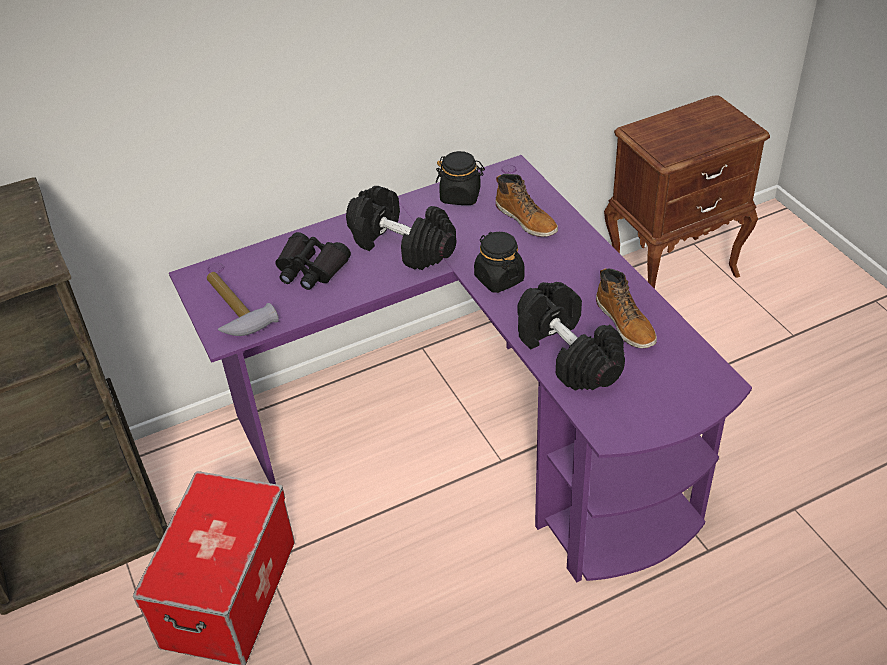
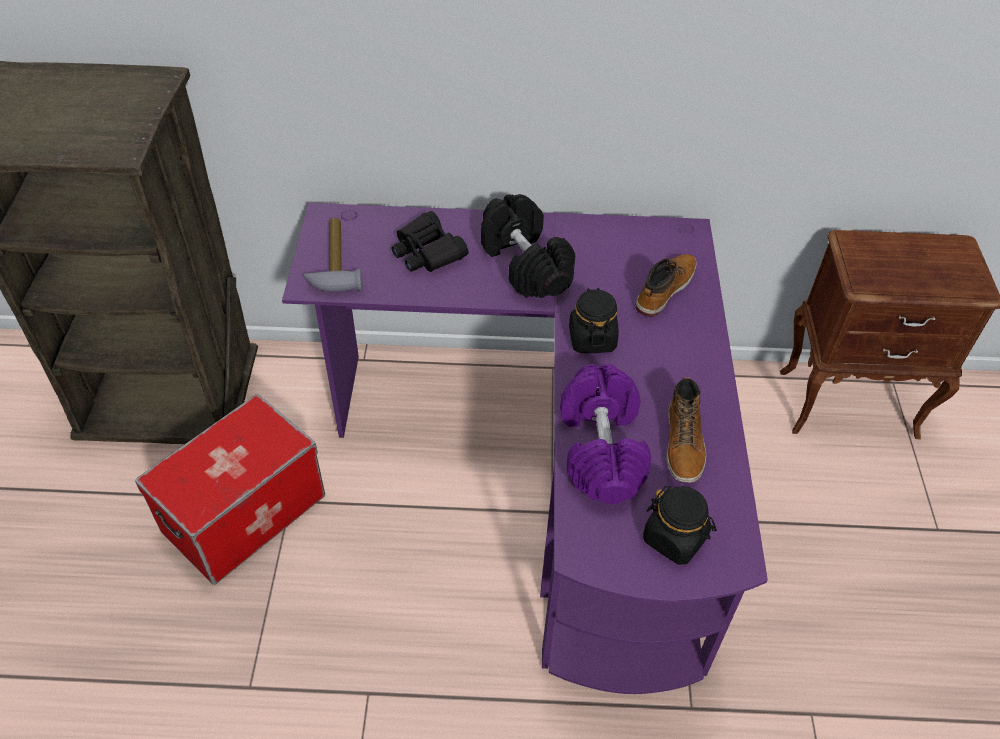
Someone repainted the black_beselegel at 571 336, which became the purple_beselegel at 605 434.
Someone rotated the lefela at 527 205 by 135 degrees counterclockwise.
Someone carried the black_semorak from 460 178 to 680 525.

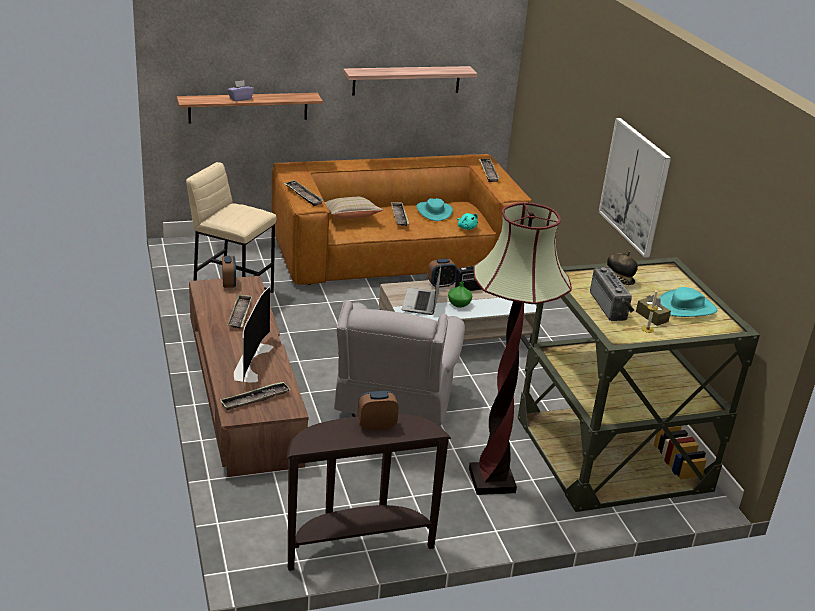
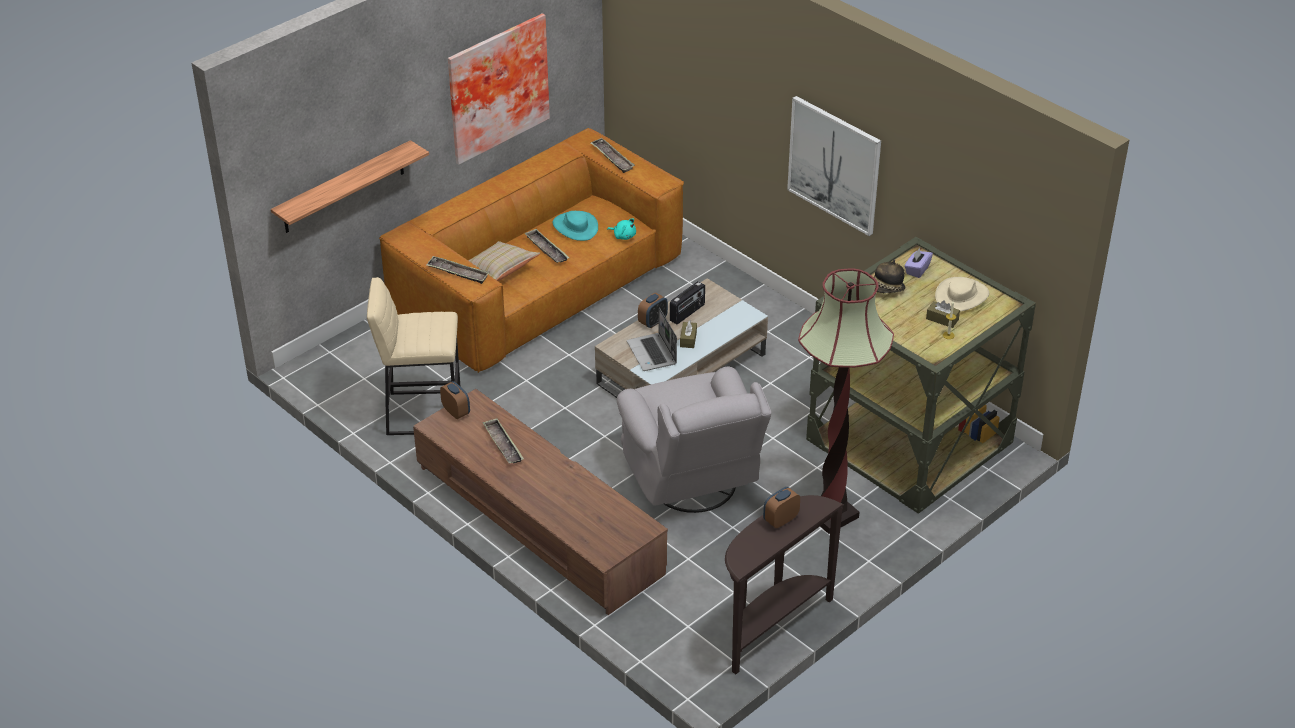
Someone swapped the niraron at 410 80 for the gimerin at 499 89.
Someone swapped the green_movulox at 460 294 for the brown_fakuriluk at 688 334.
Someone carried the purple_fakuriluk from 241 90 to 919 263.
Someone repainted the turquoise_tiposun at 688 302, which became the beige_tiposun at 962 294.
Someone took away the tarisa at 255 395.
Someone took away the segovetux at 254 336.
Someone took away the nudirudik at 612 294.

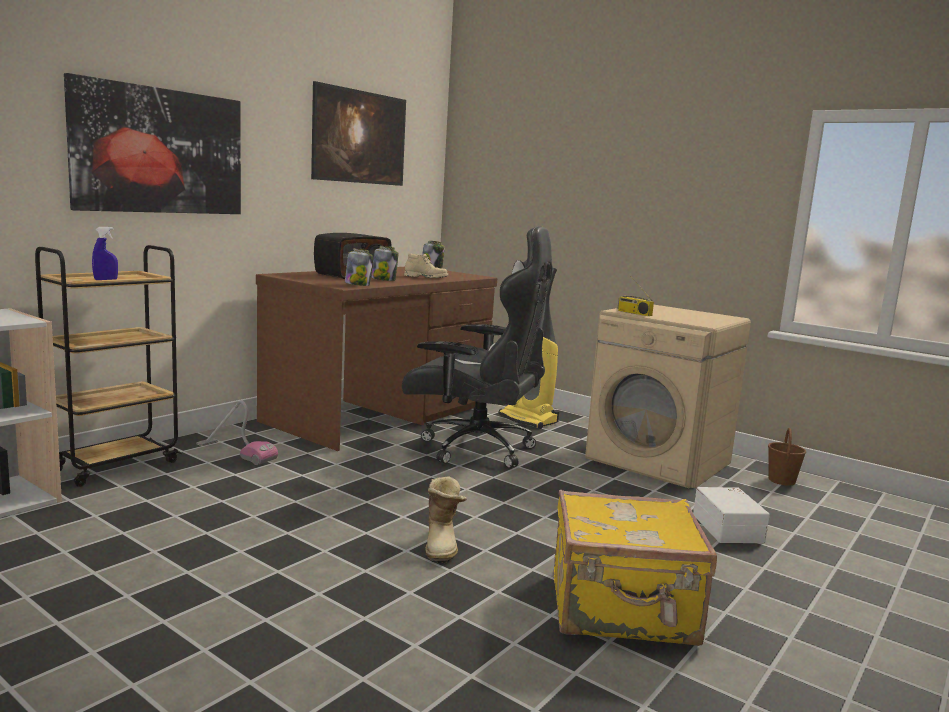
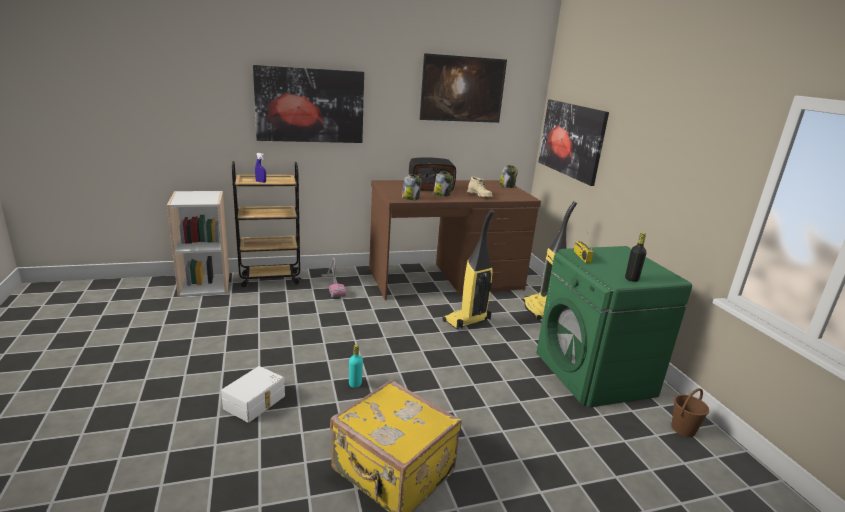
Someone carried the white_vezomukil from 731 515 to 253 394.
Someone swapped the lefela at 446 519 for the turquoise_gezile at 356 366.
Someone swapped the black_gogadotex at 477 347 for the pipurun at 468 270.
Someone repainted the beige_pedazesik at 668 397, which became the green_pedazesik at 614 326.
Someone put up the gimerin at 573 143.
Someone put down the black_gezile at 636 257.

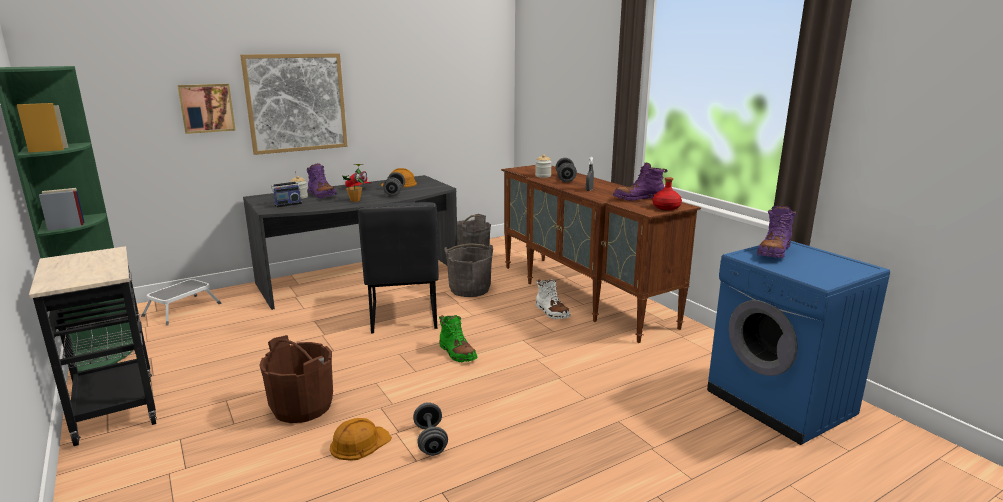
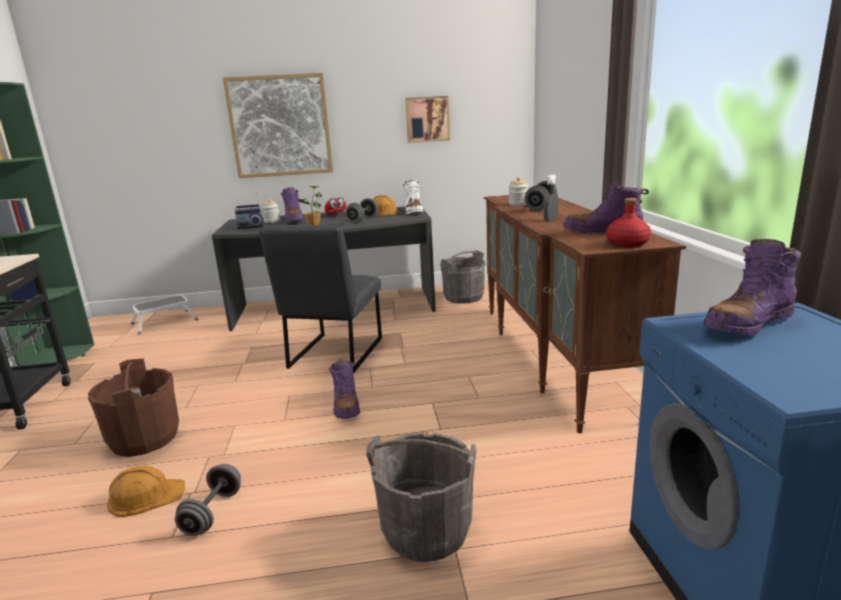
Someone repainted the green_lefela at 458 338, which became the purple_lefela at 344 389.
Someone carried the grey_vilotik from 468 270 to 421 497.
Someone carried the white_lefela from 553 299 to 413 196.
Someone carried the gimerin from 206 109 to 427 119.

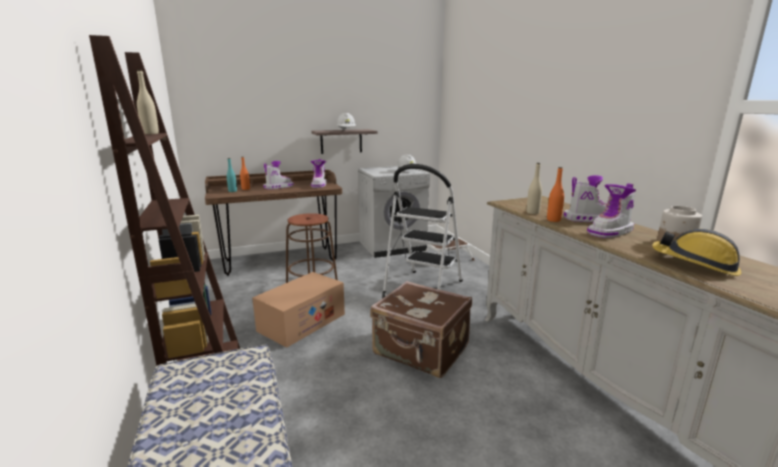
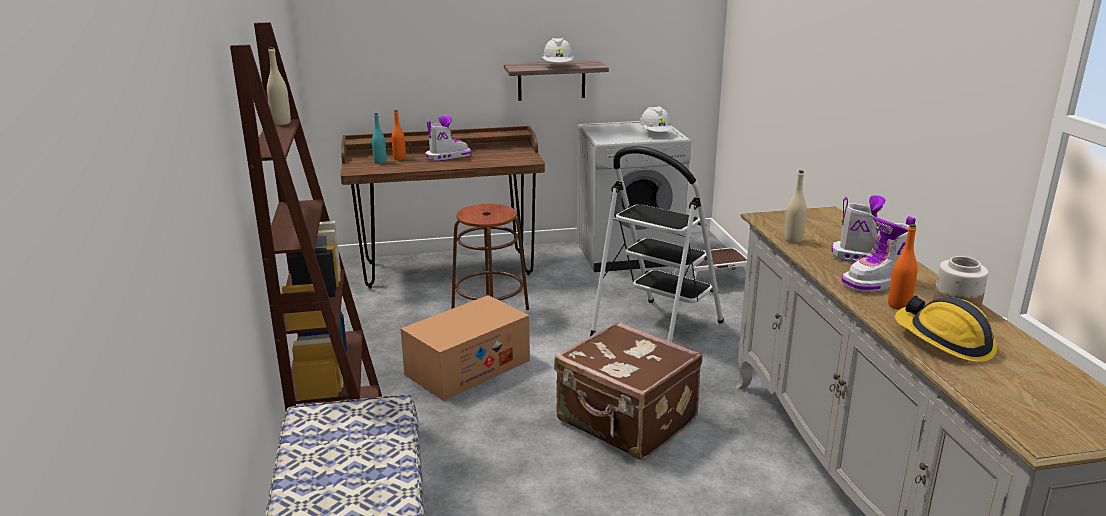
Someone carried the orange_gezile from 555 194 to 902 267.
Someone took away the lefela at 318 173.

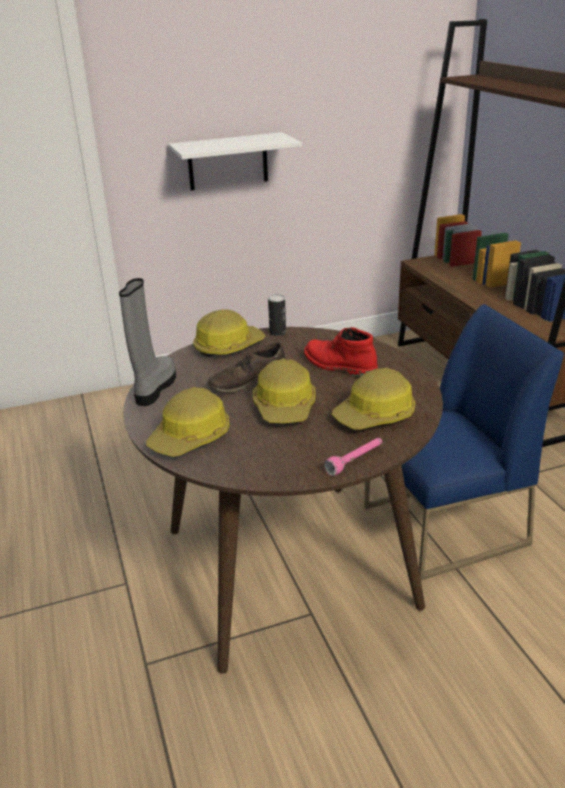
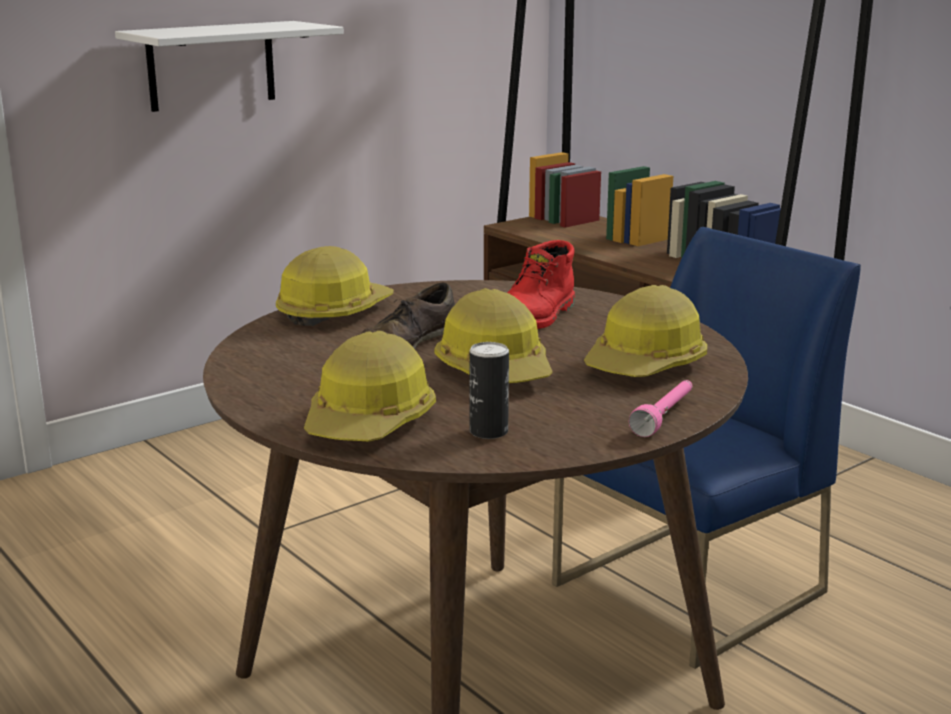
Someone carried the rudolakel from 277 315 to 489 390.
Someone rotated the red_lefela at 341 352 by 75 degrees counterclockwise.
Someone took away the grey_lefela at 147 342.

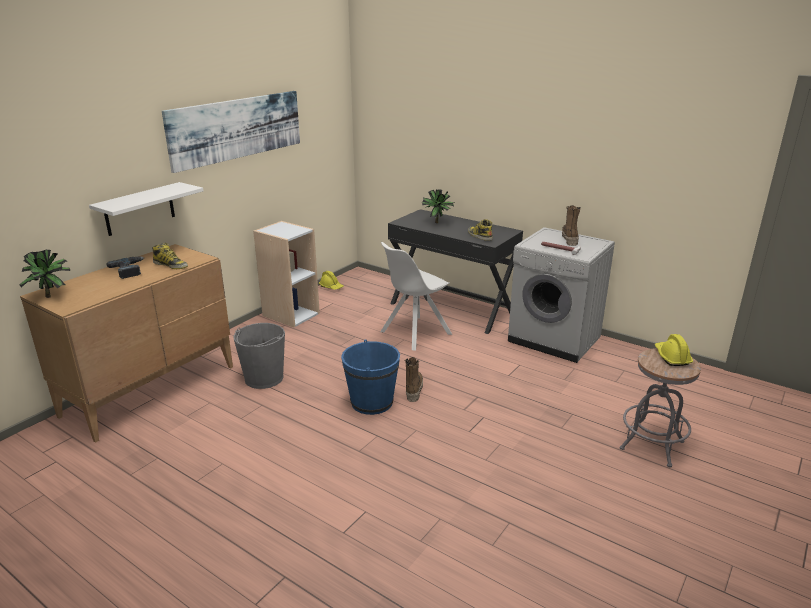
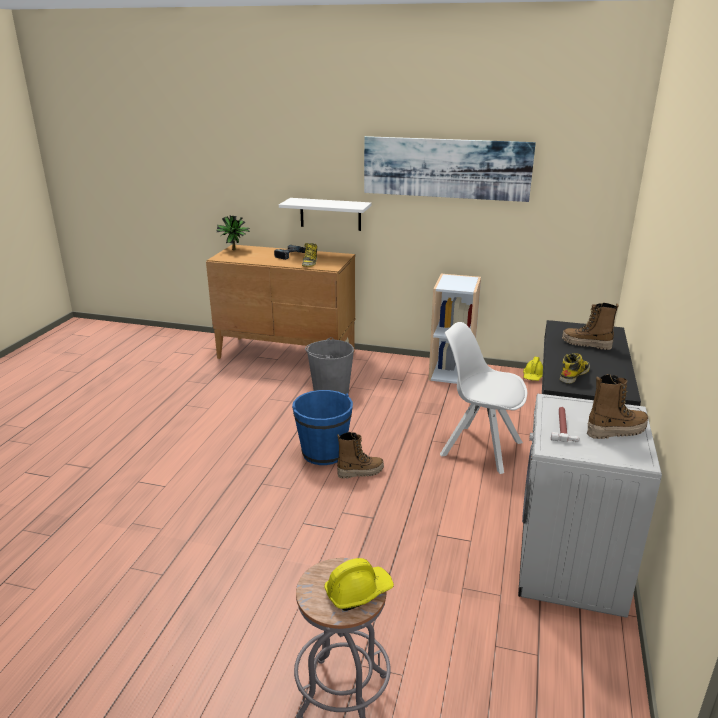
Someone swapped the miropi at 438 206 for the lefela at 590 326.

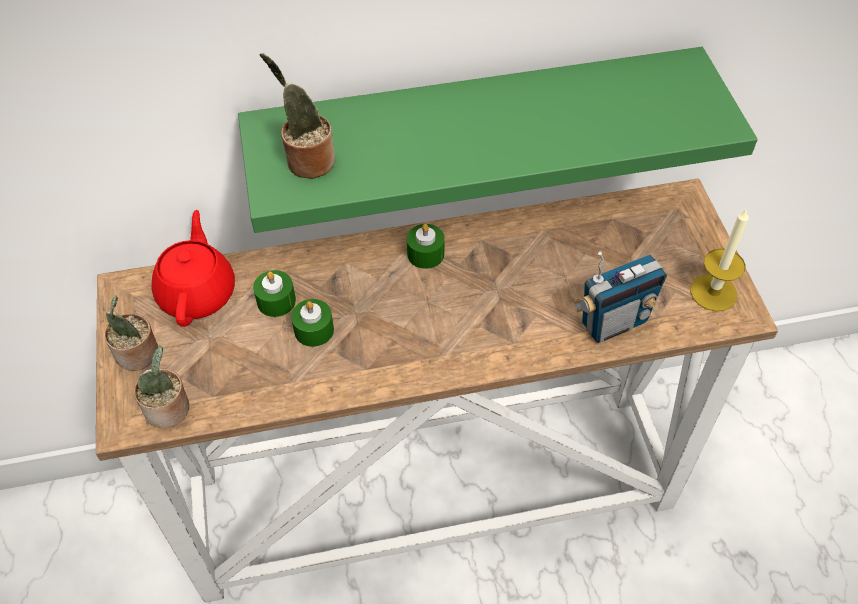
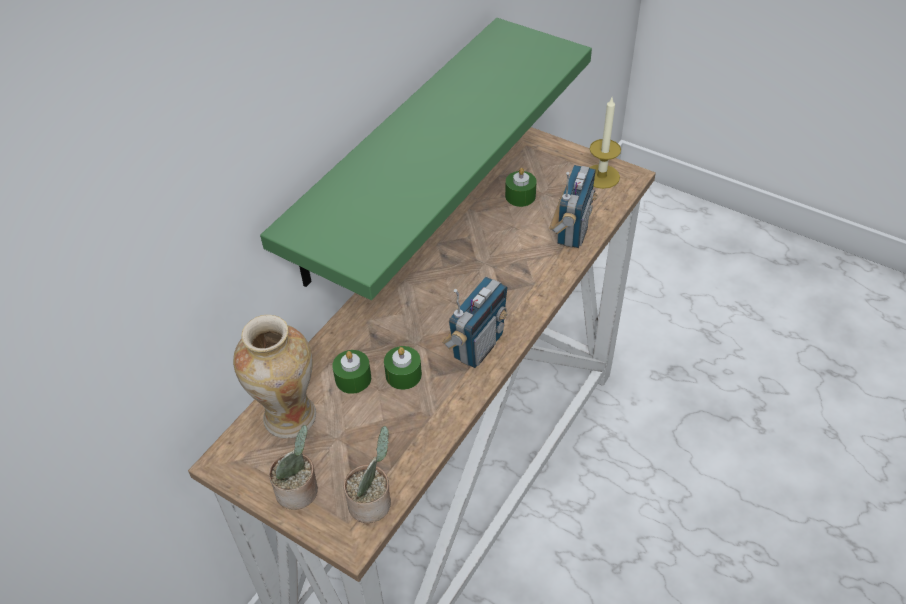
Someone swapped the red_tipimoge at 193 268 for the movulox at 274 376.
Someone put down the nudirudik at 474 322.
Someone carried the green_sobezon from 426 246 to 521 187.
Someone took away the miropi at 297 116.

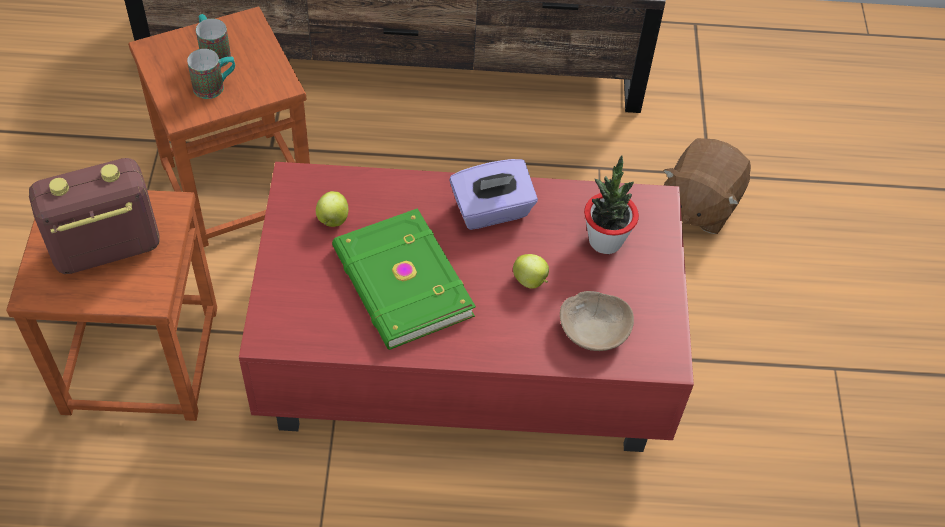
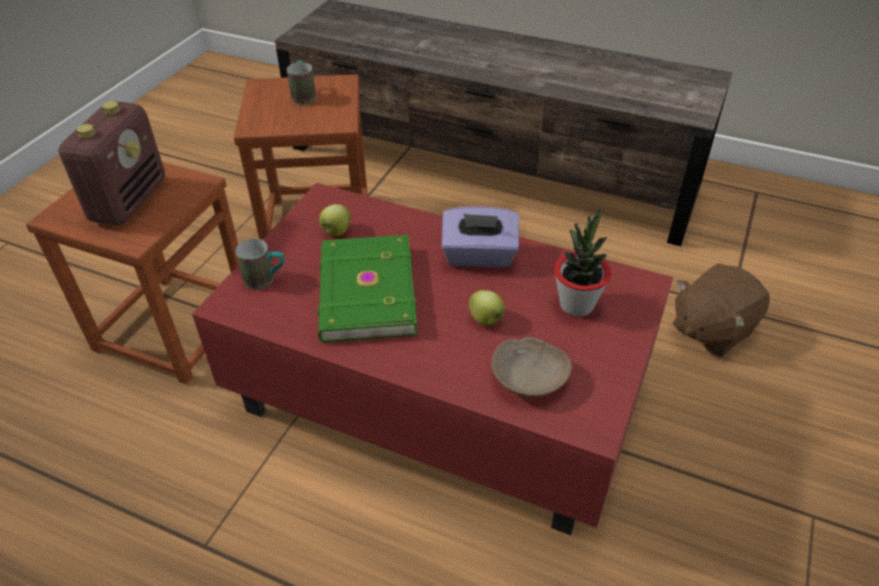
Someone rotated the nudirudik at 94 216 by 105 degrees clockwise.
Someone carried the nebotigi from 211 74 to 260 264.

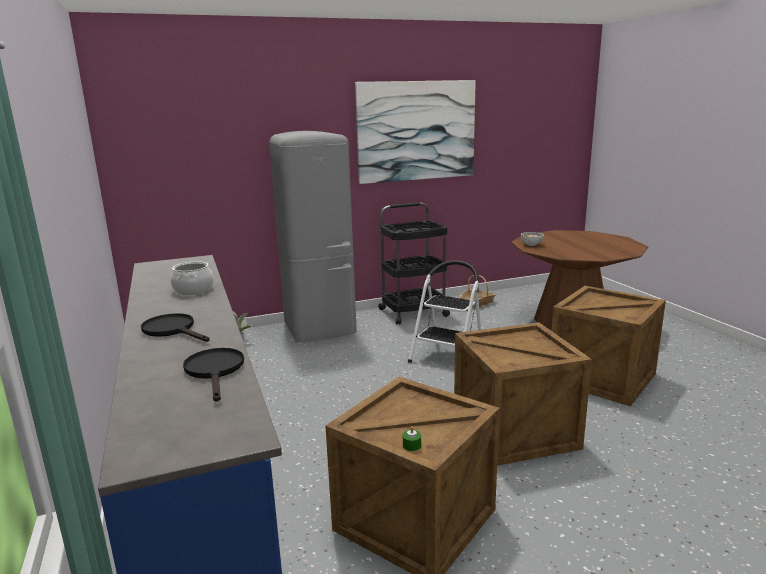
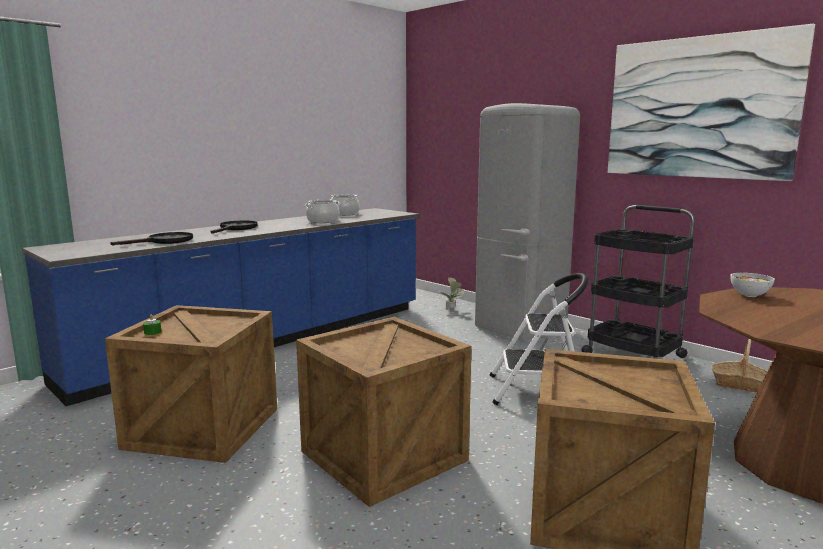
Someone put down the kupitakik at 345 205.

